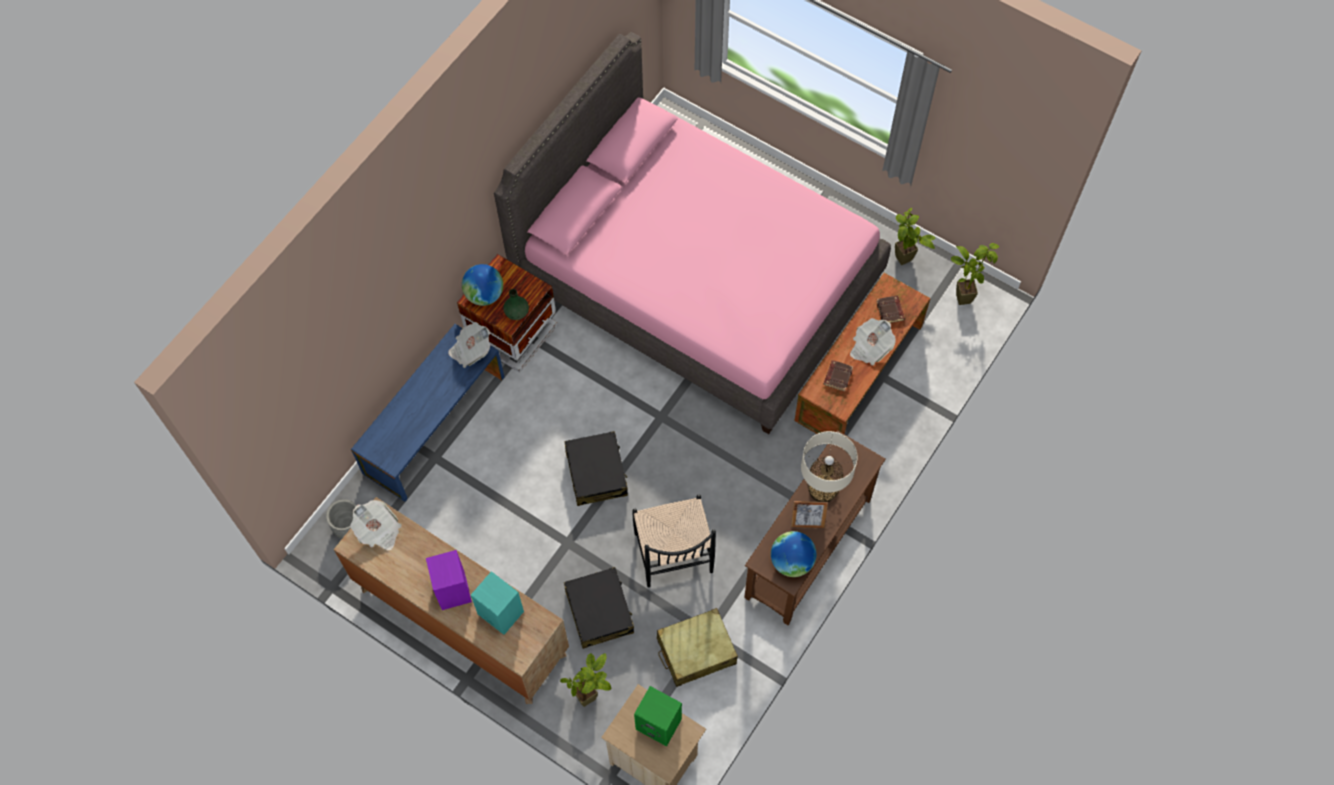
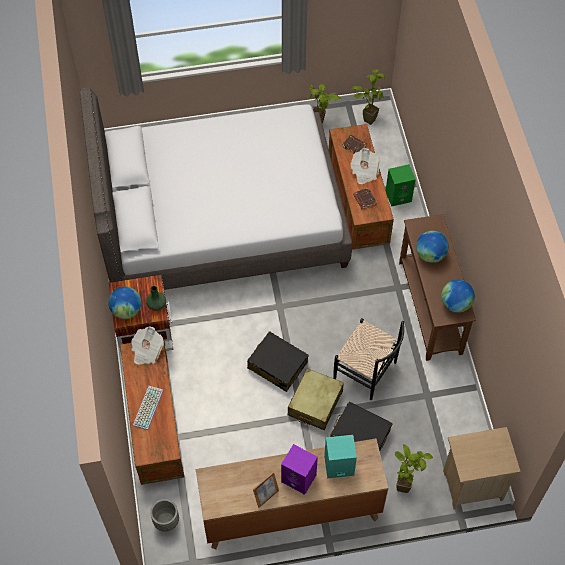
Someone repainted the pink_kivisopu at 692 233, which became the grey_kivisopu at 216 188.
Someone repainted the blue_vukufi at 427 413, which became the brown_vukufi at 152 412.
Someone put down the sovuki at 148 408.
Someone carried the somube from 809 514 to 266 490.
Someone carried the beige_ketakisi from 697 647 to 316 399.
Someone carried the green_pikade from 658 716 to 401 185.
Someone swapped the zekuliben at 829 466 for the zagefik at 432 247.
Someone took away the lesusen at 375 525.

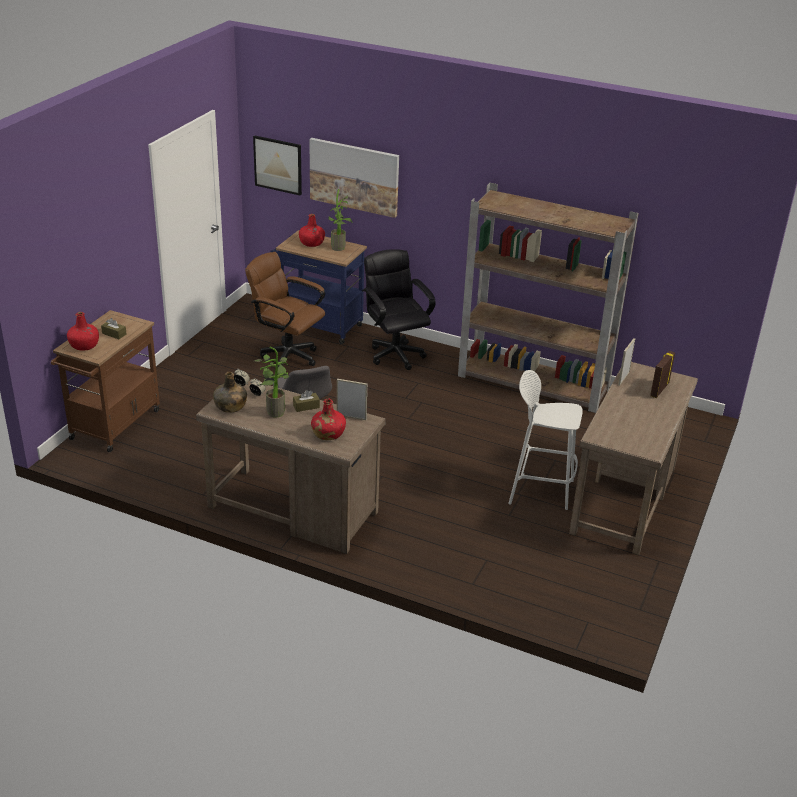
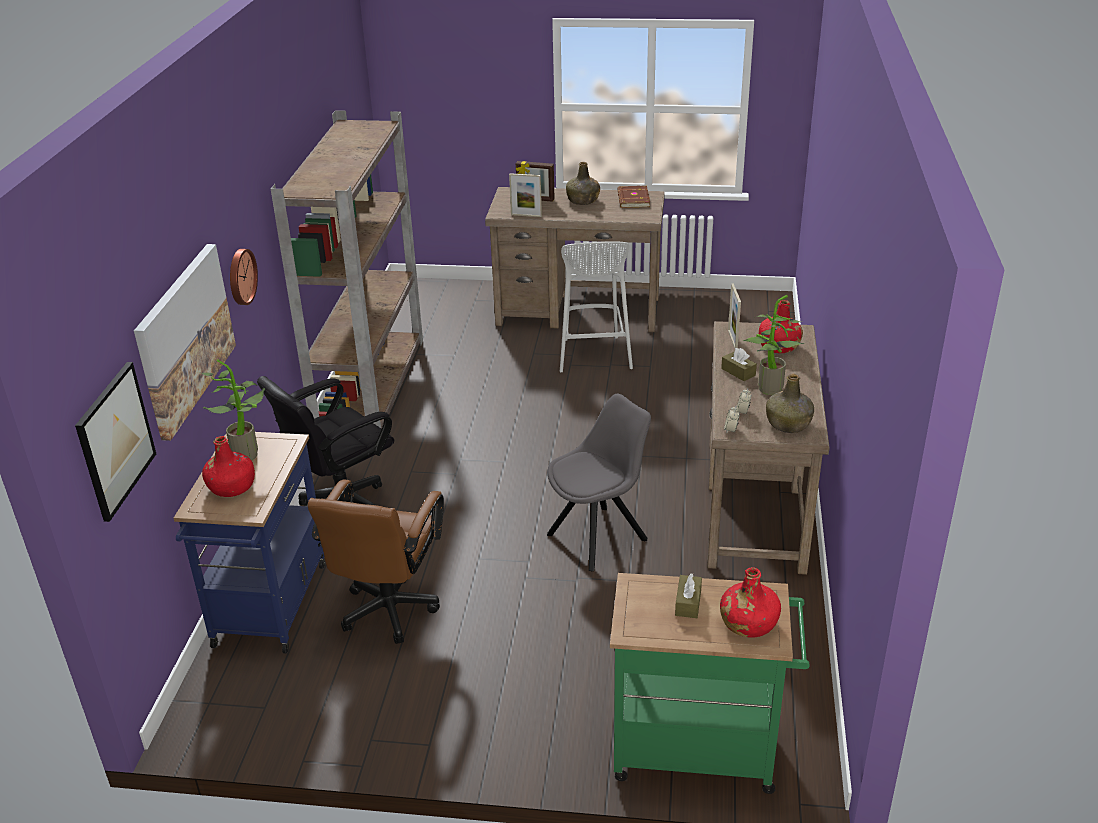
Someone put up the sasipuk at 244 277.
Someone put down the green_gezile at 583 183.
Someone repainted the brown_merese at 105 381, which became the green_merese at 710 683.
Someone put down the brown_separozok at 634 197.

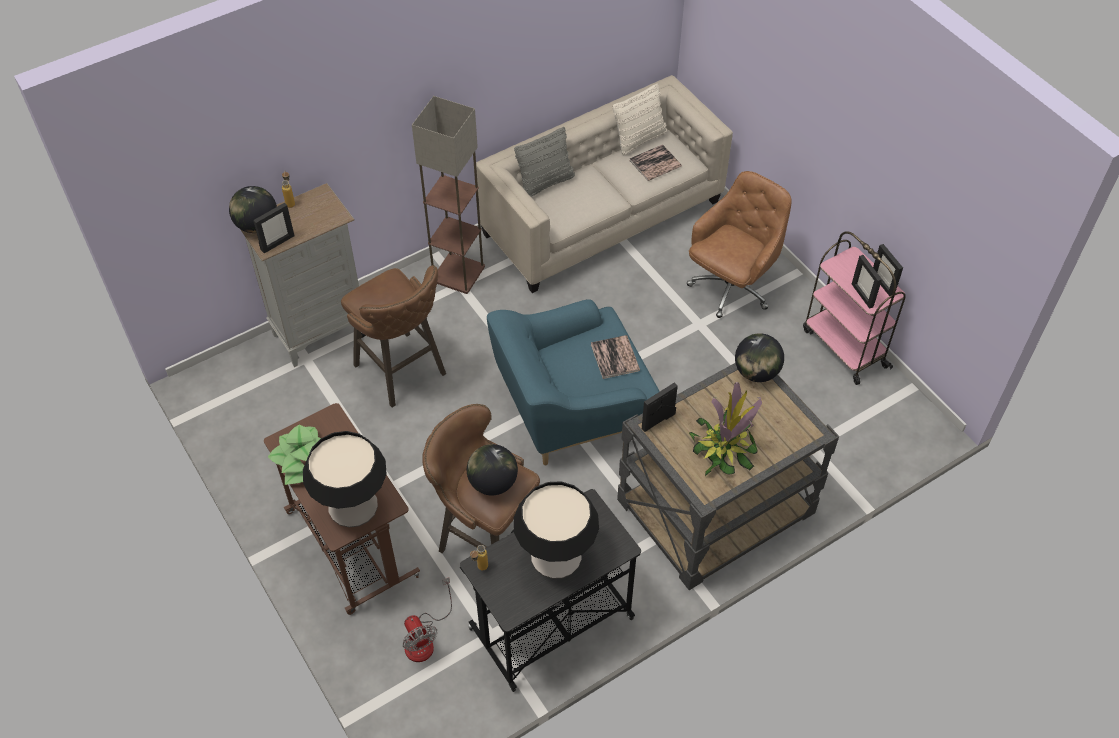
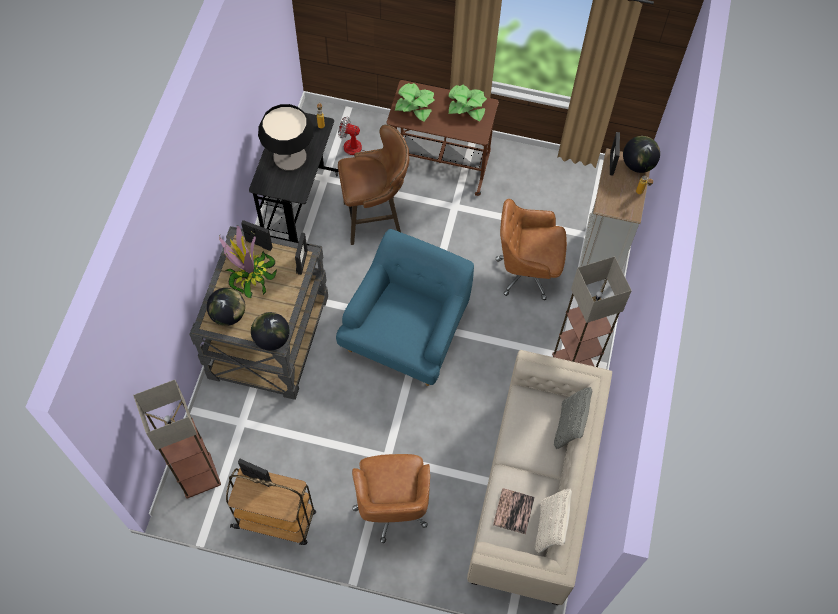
Someone put down the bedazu at 177 439.
Someone carried the zagefik from 492 469 to 226 307.
Someone repainted the pink_merese at 854 308, which became the brown_merese at 271 506.
Someone carried the somube from 888 270 to 256 235.
Someone swapped the zekuliben at 345 479 for the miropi at 415 102.
Someone swapped the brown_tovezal at 393 336 for the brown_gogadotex at 531 249.
Someone took away the separozok at 615 357.

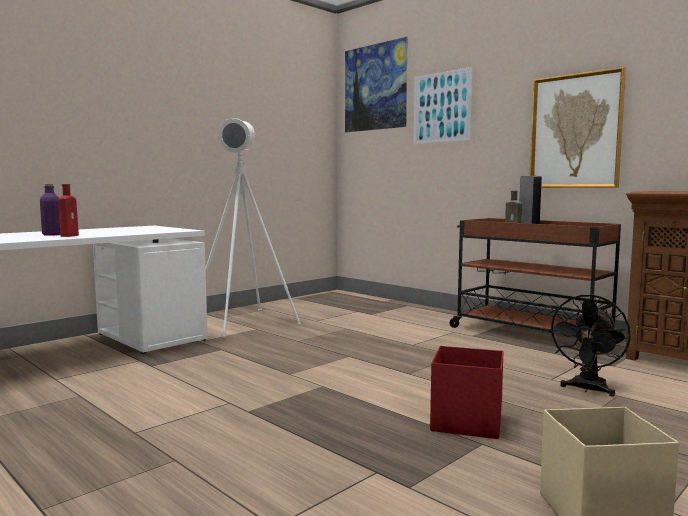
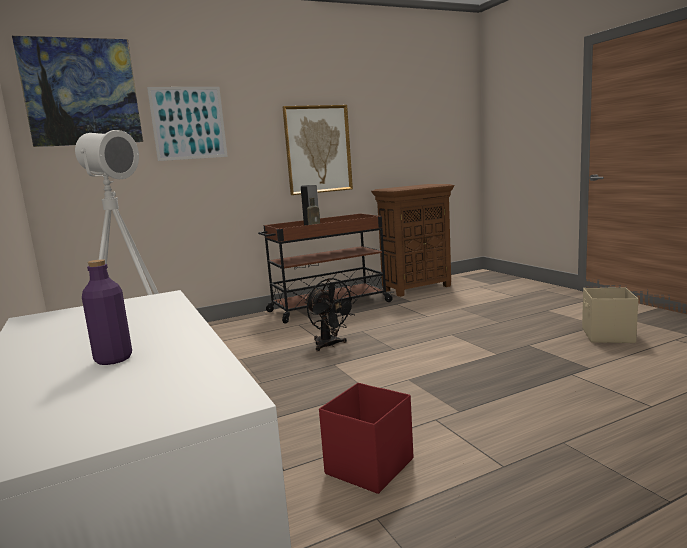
Someone carried the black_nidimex from 589 345 to 331 314.
Someone carried the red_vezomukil from 466 392 to 366 438.
Someone took away the red_gezile at 68 210.

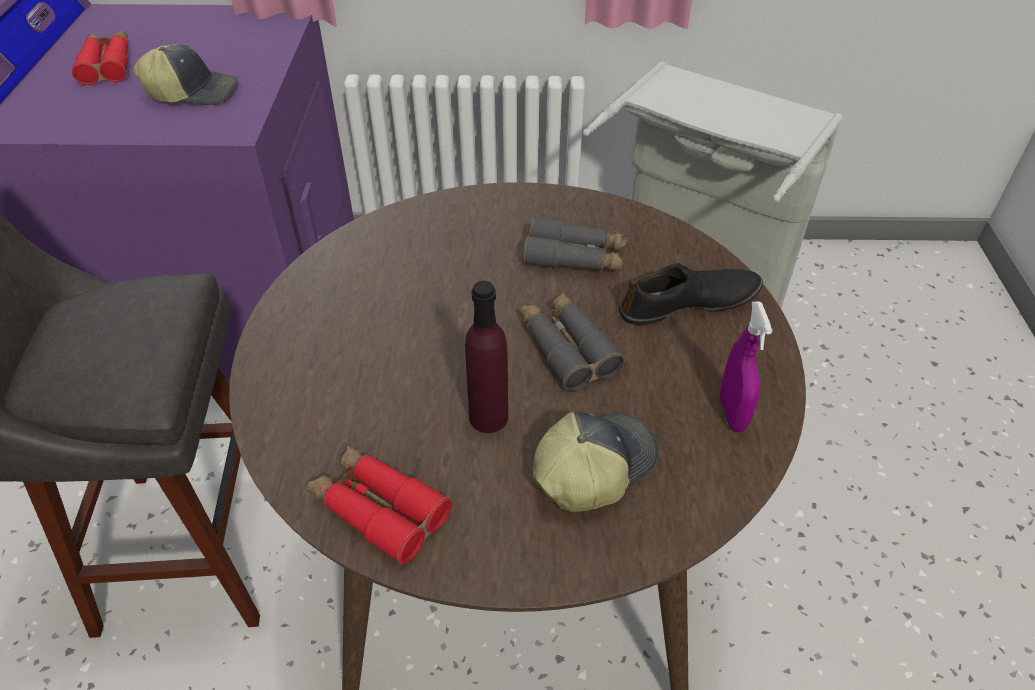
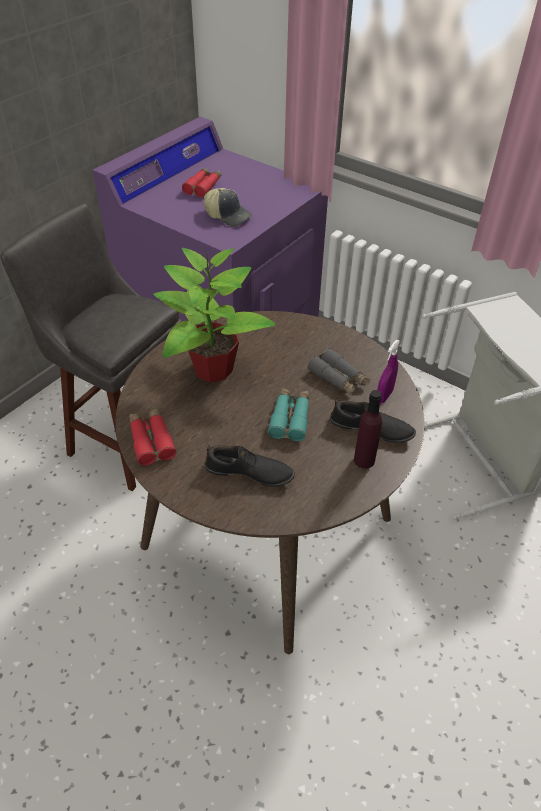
Someone put down the miropi at 214 315.
Someone swapped the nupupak at 595 462 for the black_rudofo at 250 466.
Someone repainted the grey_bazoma at 572 341, which became the turquoise_bazoma at 288 414.
Someone carried the purple_gezile from 486 357 to 368 429.
Someone carried the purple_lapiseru from 746 366 to 388 372.

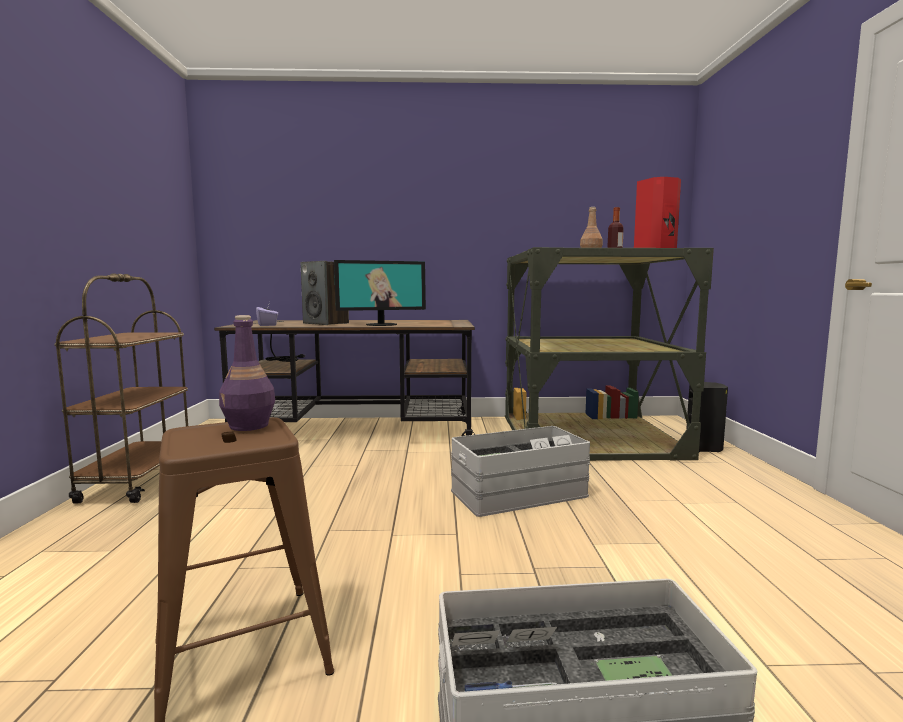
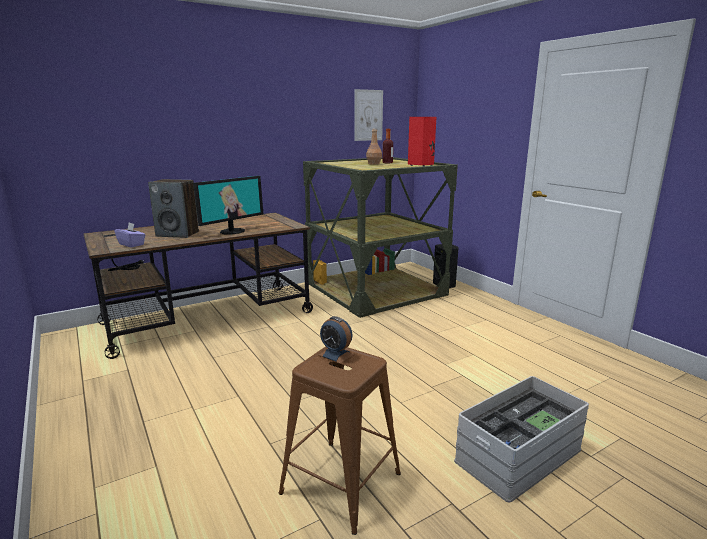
Someone swapped the purple_gezile at 247 373 for the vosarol at 336 340.
Someone put up the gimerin at 369 115.
Someone took away the brown_merese at 121 388.
Someone took away the grey_vezomukil at 520 471.

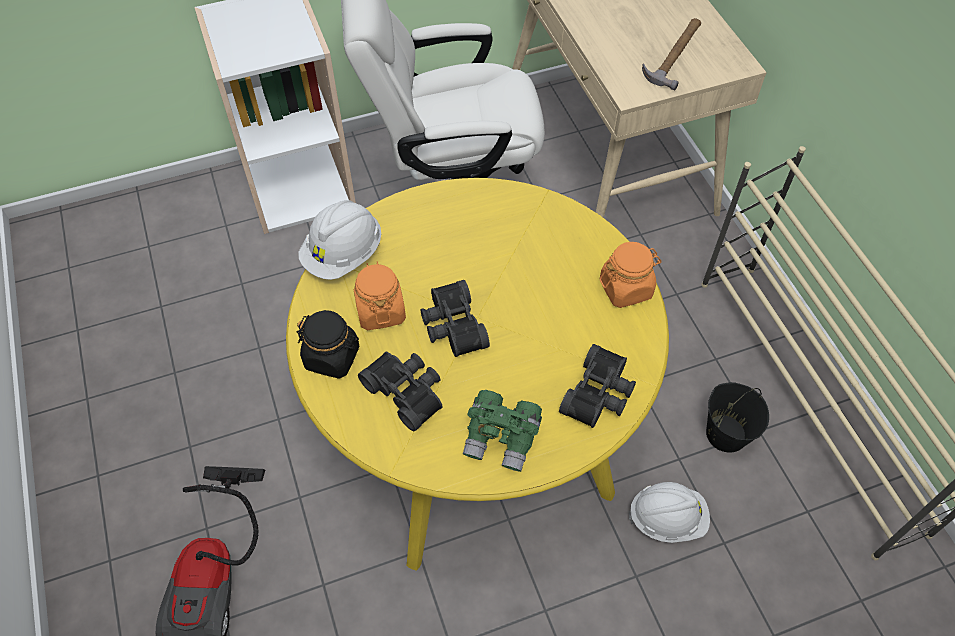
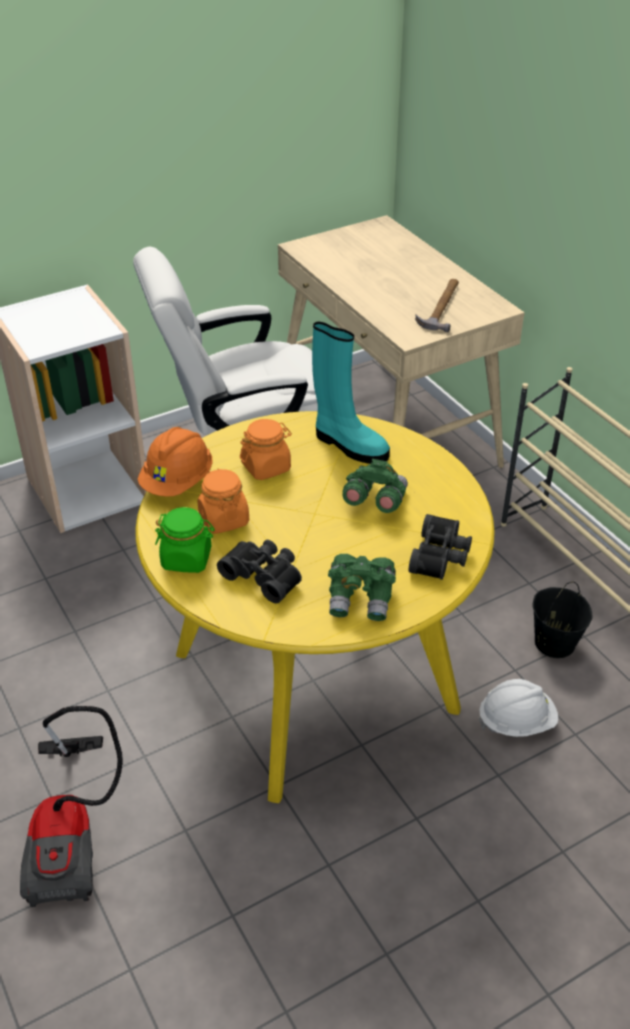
Someone repainted the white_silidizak at 339 240, which became the orange_silidizak at 175 462.
Someone repainted the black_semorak at 327 344, which became the green_semorak at 185 540.
Someone carried the orange_semorak from 631 275 to 266 449.
Someone put down the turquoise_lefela at 351 393.
Someone put down the green_bazoma at 375 486.
Someone took away the black_bazoma at 455 318.

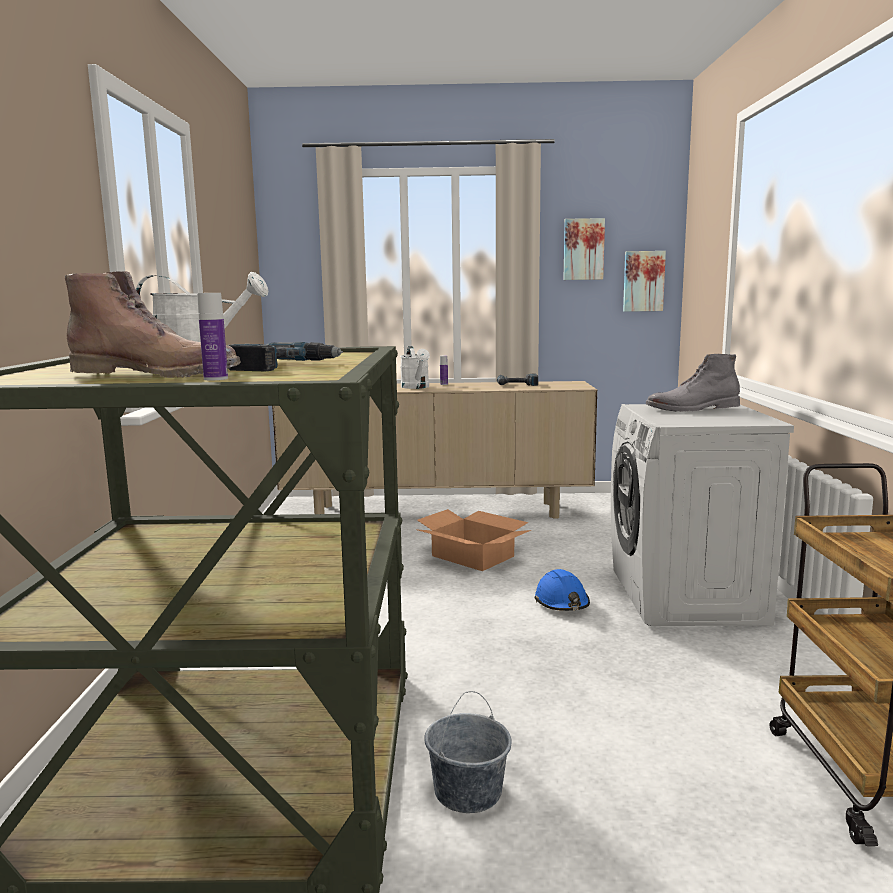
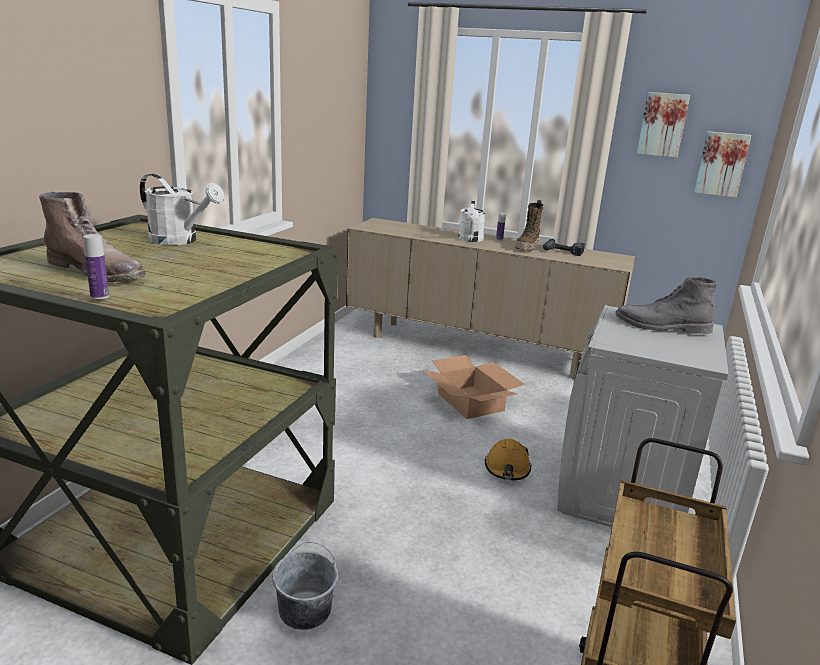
Someone repainted the blue_silidizak at 562 590, which became the orange_silidizak at 508 459.
Someone put down the lefela at 529 225.
Someone took away the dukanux at 285 356.

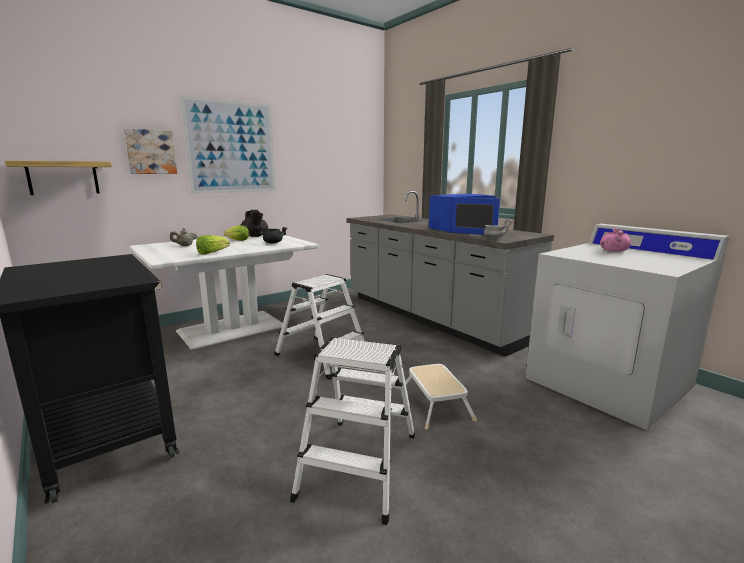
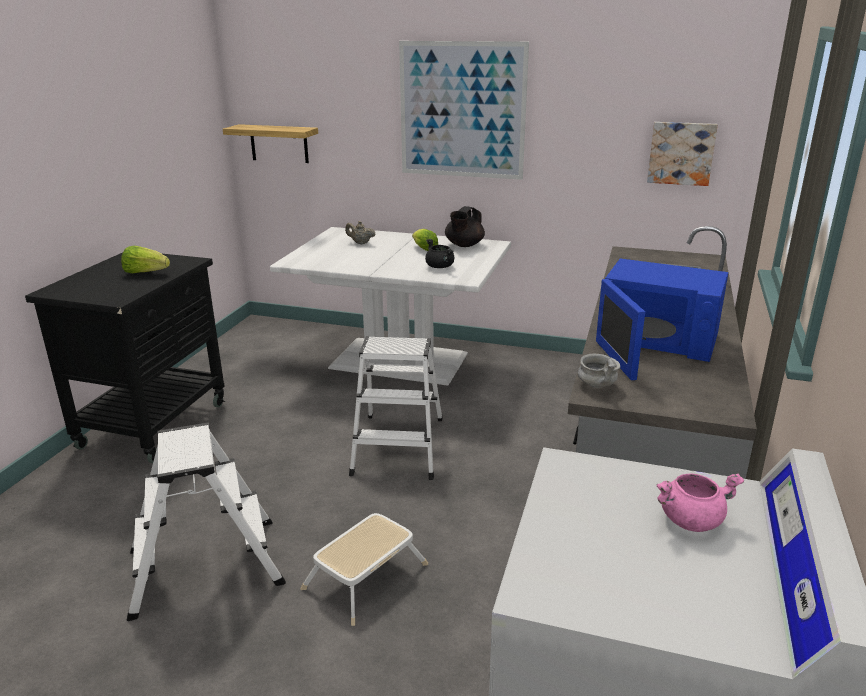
Someone carried the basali from 213 245 to 145 259.
Someone carried the gimerin from 150 151 to 682 154.

